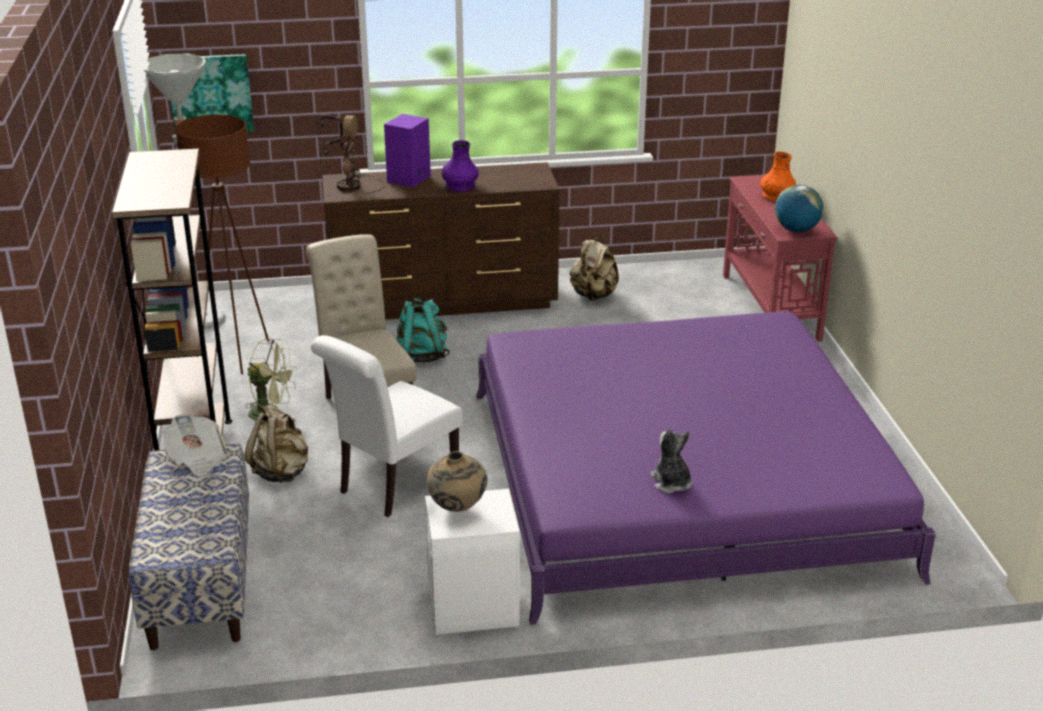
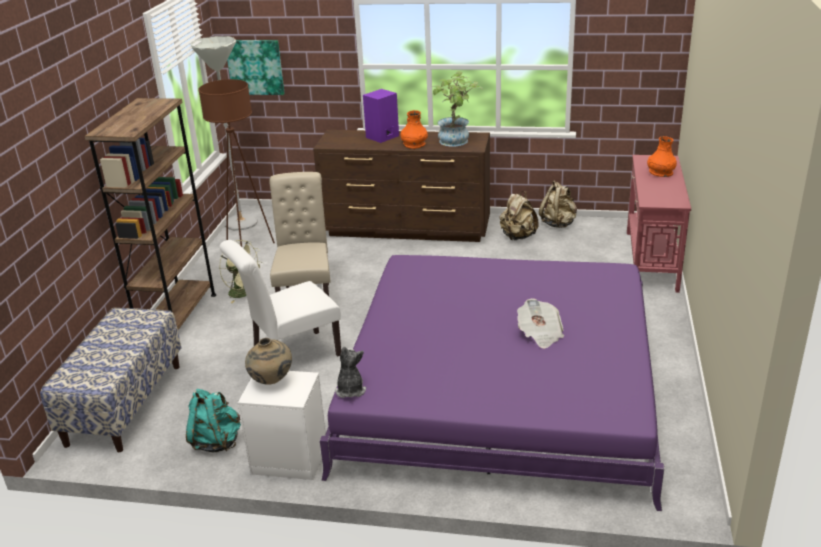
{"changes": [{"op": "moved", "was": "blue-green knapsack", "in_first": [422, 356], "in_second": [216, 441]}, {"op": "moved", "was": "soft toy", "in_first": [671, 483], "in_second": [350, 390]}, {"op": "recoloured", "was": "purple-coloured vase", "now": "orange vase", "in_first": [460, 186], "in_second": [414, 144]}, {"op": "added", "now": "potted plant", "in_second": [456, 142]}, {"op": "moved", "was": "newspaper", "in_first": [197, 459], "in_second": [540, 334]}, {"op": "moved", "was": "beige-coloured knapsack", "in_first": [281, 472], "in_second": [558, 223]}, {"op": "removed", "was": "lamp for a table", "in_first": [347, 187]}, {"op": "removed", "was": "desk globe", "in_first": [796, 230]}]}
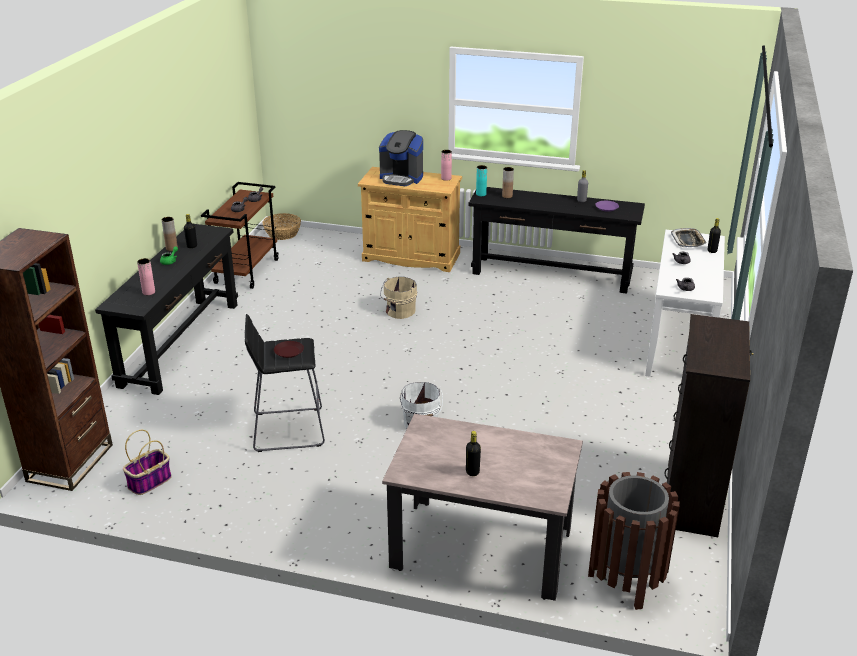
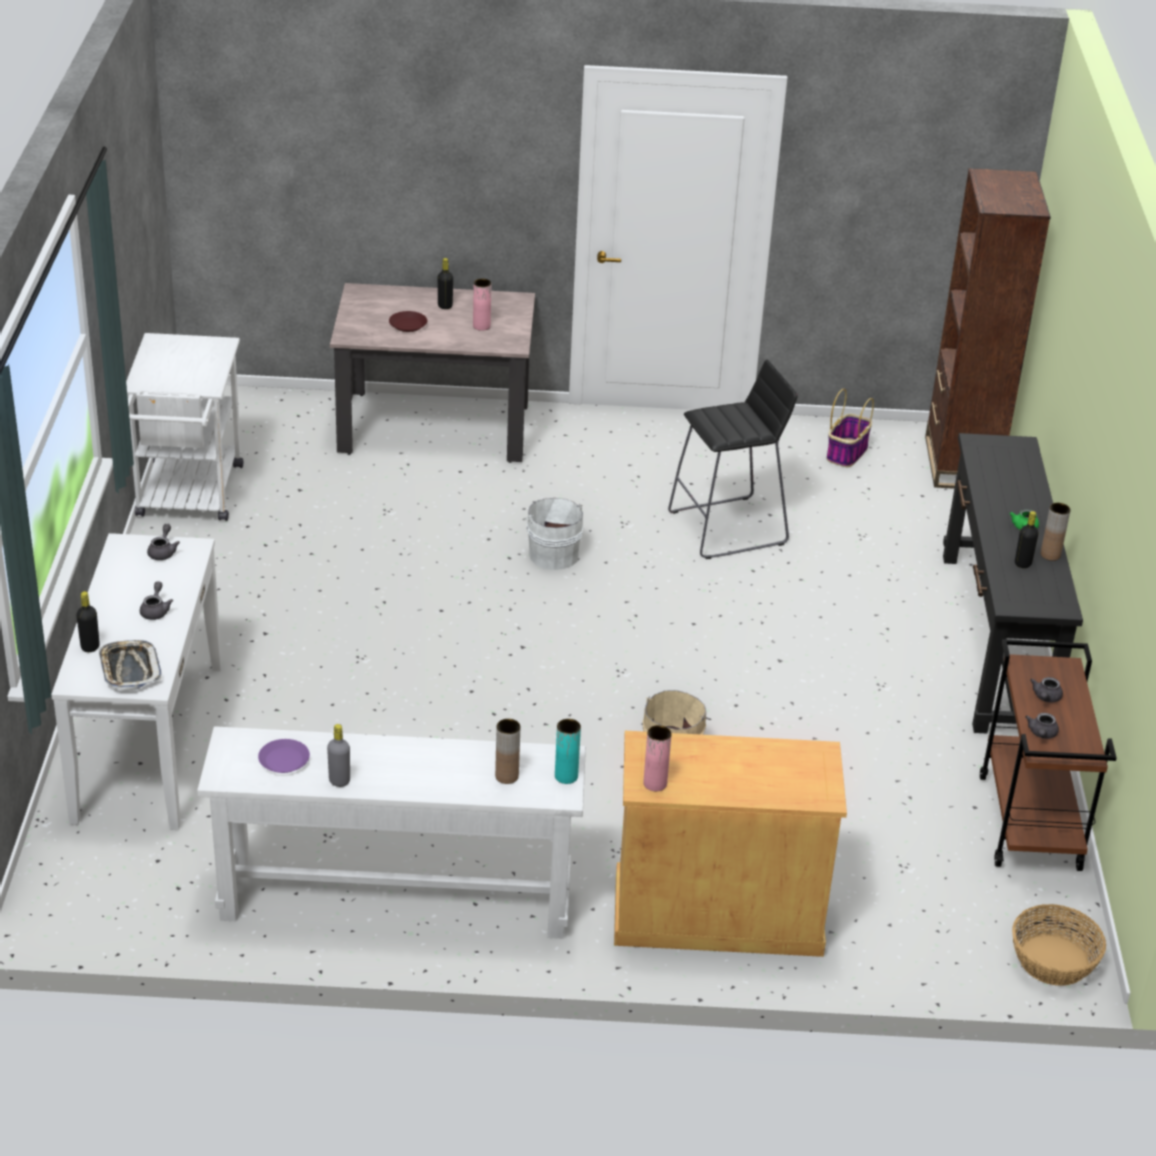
{"changes": [{"op": "replaced", "was": "blackish chest of drawers", "now": "white cart", "in_first": [690, 499], "in_second": [188, 497]}, {"op": "recoloured", "was": "blackish hall table", "now": "white hall table", "in_first": [551, 274], "in_second": [396, 898]}, {"op": "moved", "was": "brown flat dish", "in_first": [289, 352], "in_second": [407, 324]}, {"op": "moved", "was": "pink vase", "in_first": [148, 292], "in_second": [481, 326]}, {"op": "removed", "was": "coffee brewer", "in_first": [401, 178]}, {"op": "removed", "was": "brown rubbish bin", "in_first": [626, 580]}]}
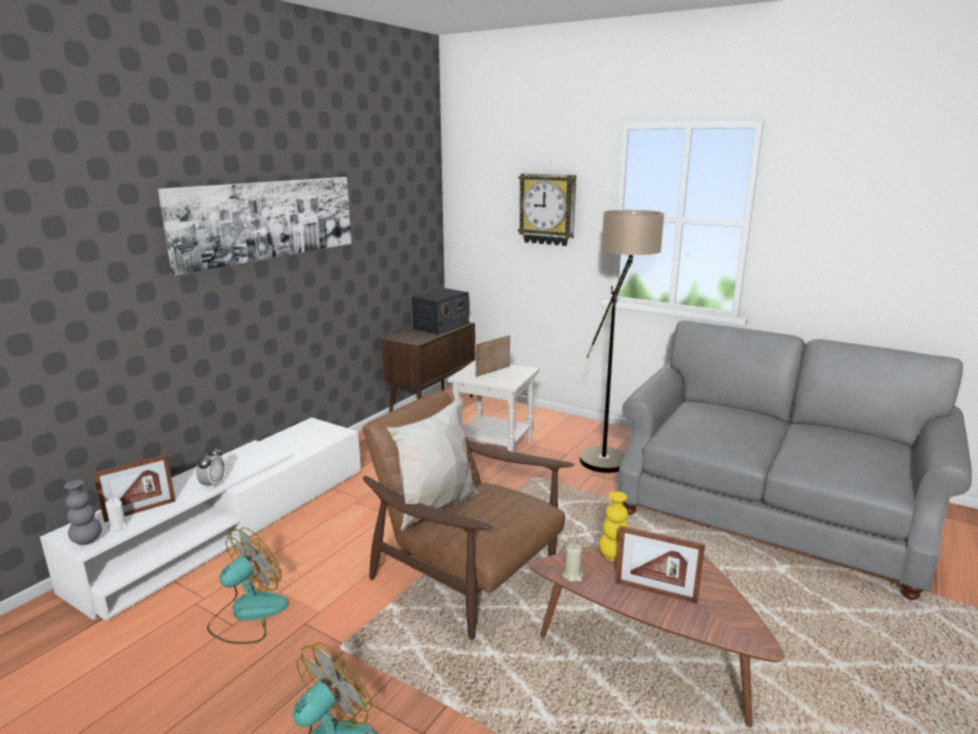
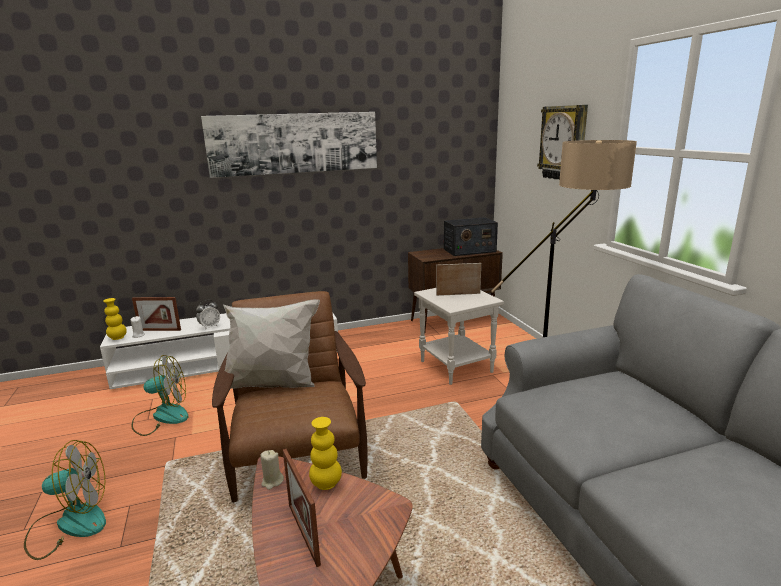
{"changes": [{"op": "recoloured", "was": "greyish vase", "now": "yellowish vase", "in_first": [87, 541], "in_second": [118, 338]}]}
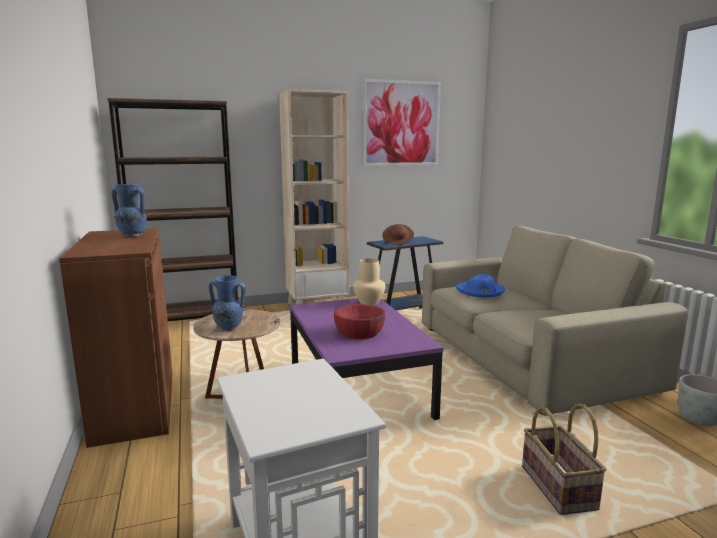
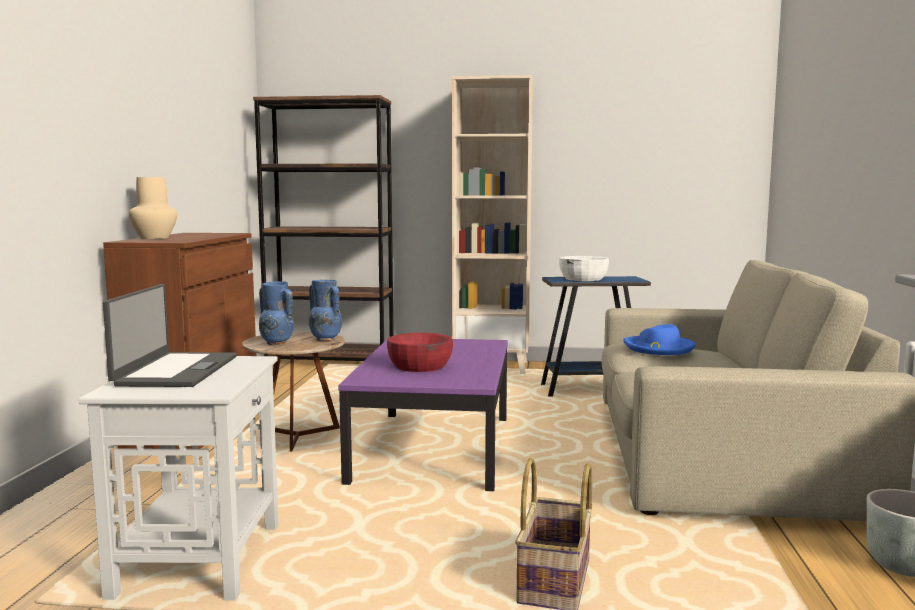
{"changes": [{"op": "added", "now": "notebook computer", "in_second": [175, 371]}, {"op": "moved", "was": "beige-coloured vase", "in_first": [369, 302], "in_second": [155, 238]}, {"op": "moved", "was": "blue-coloured vase", "in_first": [132, 235], "in_second": [325, 339]}, {"op": "replaced", "was": "brown wearable hat", "now": "white bowl", "in_first": [398, 242], "in_second": [583, 279]}, {"op": "removed", "was": "picture", "in_first": [401, 124]}]}
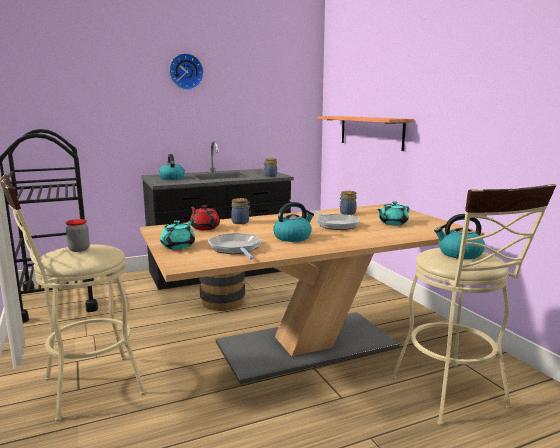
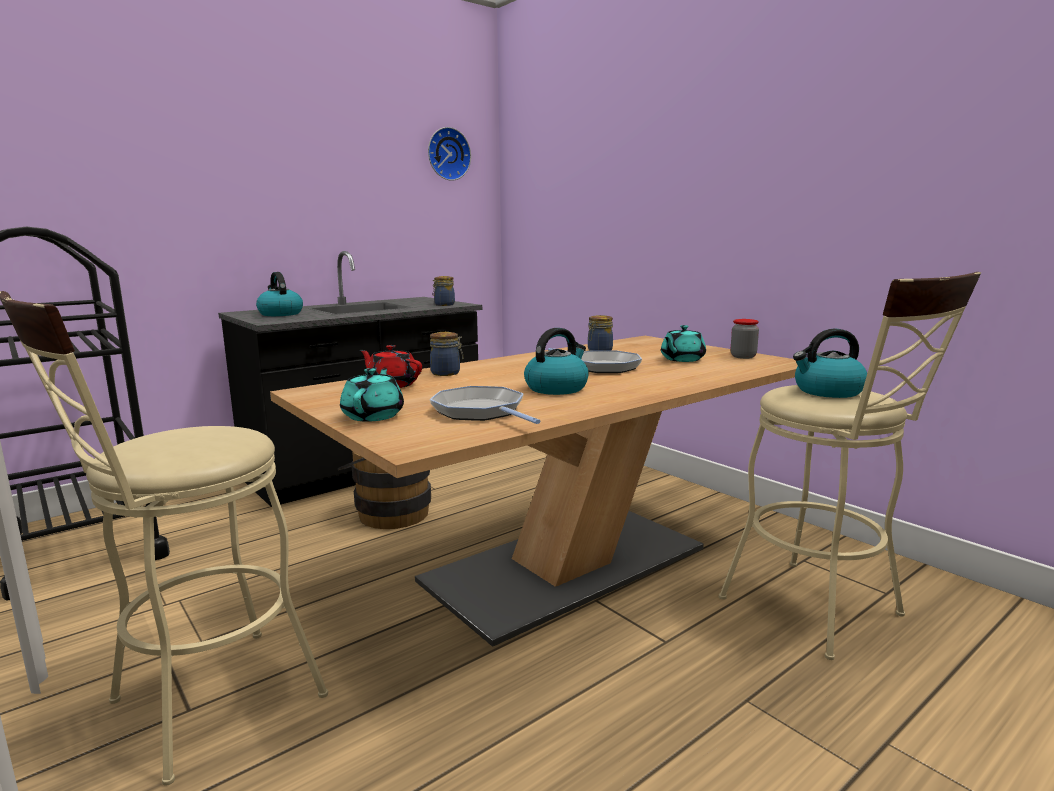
{"changes": [{"op": "moved", "was": "wall clock", "in_first": [186, 71], "in_second": [447, 154]}, {"op": "moved", "was": "storage jar", "in_first": [79, 249], "in_second": [743, 356]}, {"op": "removed", "was": "shelf", "in_first": [370, 132]}]}
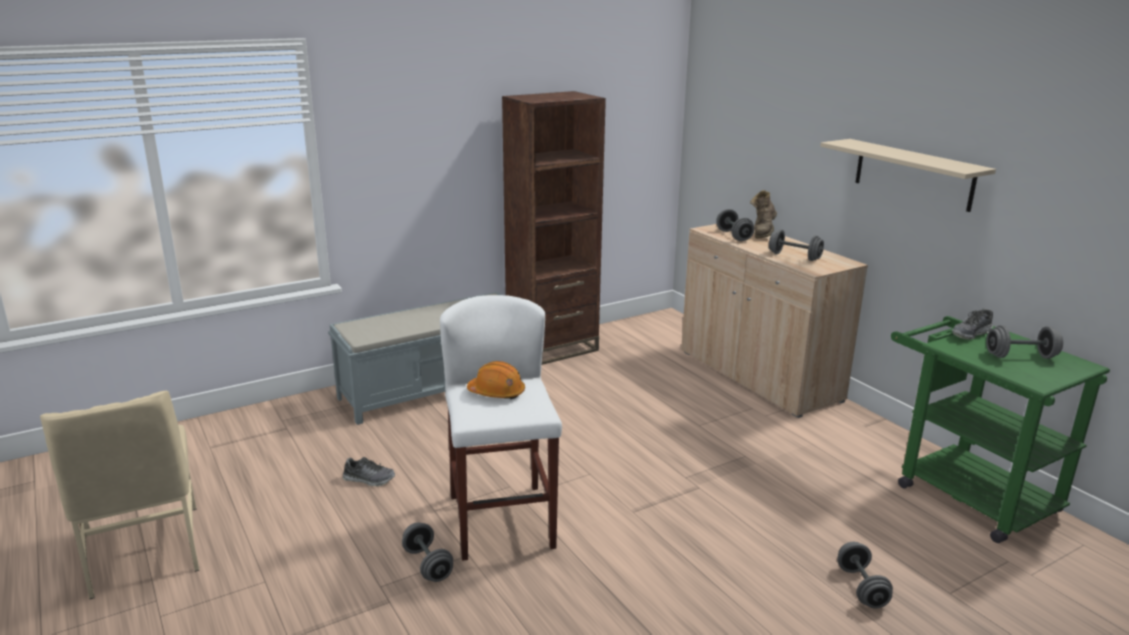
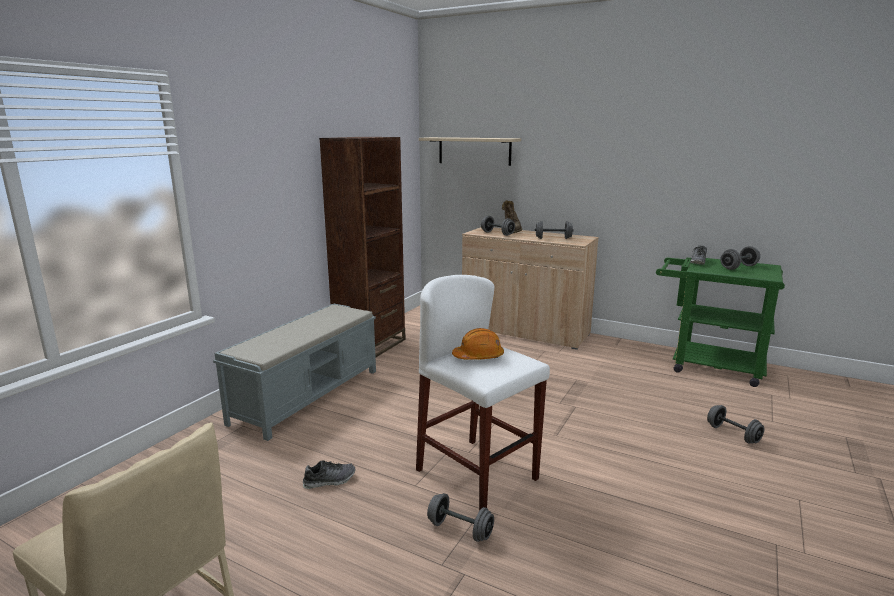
{"changes": [{"op": "moved", "was": "beige-coloured shelf", "in_first": [913, 174], "in_second": [474, 151]}]}
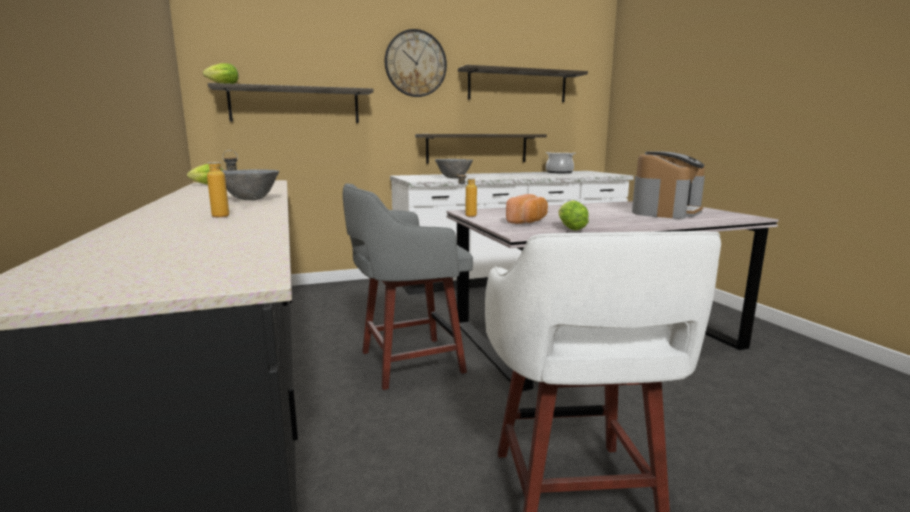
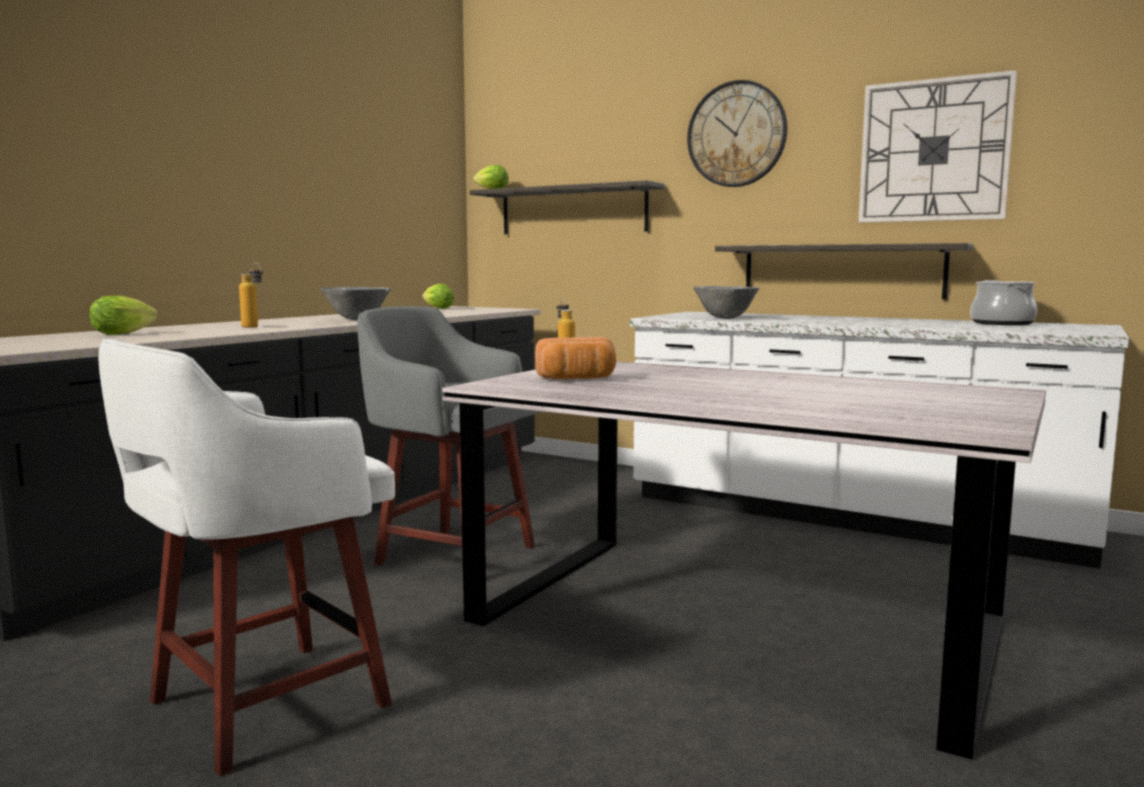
{"changes": [{"op": "moved", "was": "lettuce", "in_first": [569, 228], "in_second": [126, 334]}, {"op": "replaced", "was": "shelf", "now": "wall clock", "in_first": [518, 86], "in_second": [934, 151]}, {"op": "removed", "was": "coffee brewer", "in_first": [665, 211]}]}
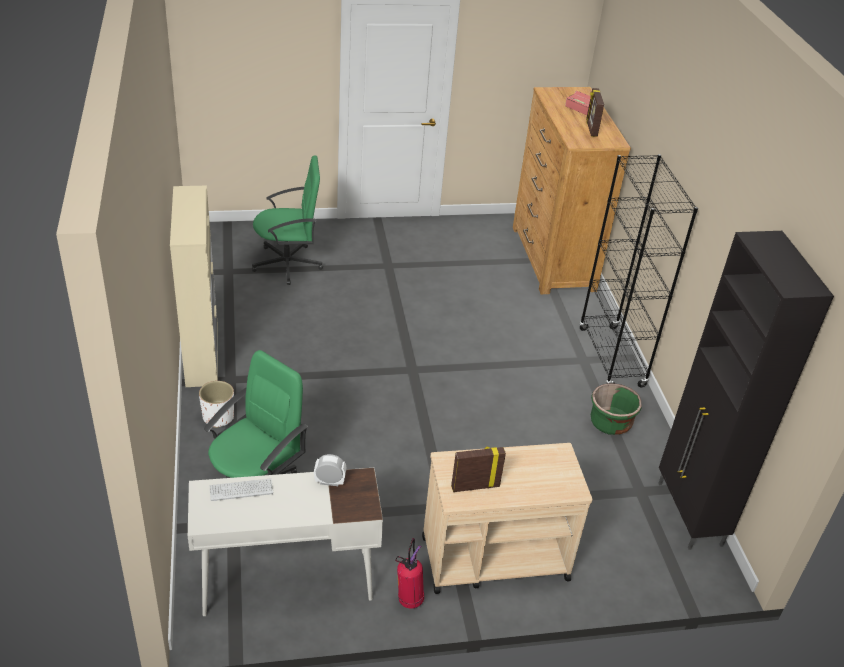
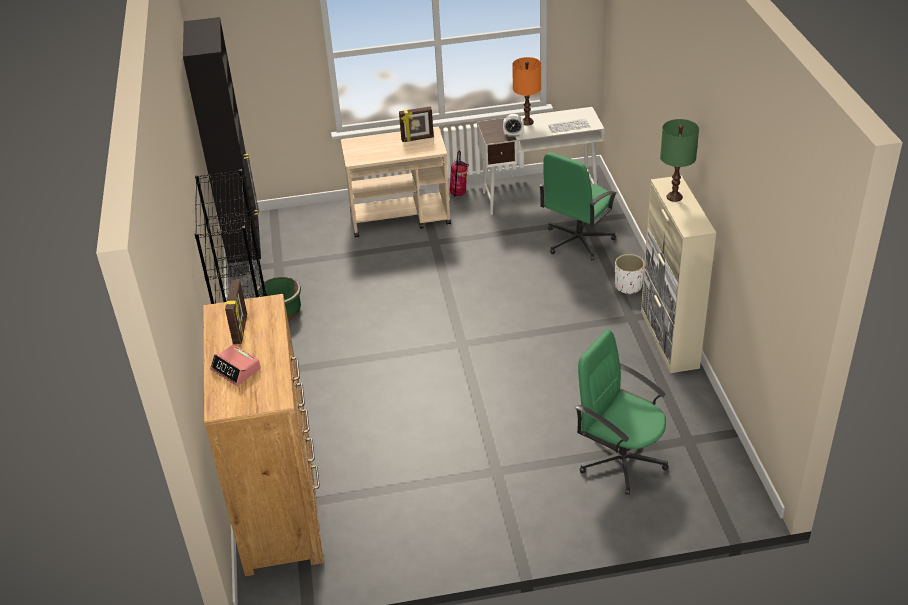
{"changes": [{"op": "added", "now": "orange lamp for a table", "in_second": [527, 122]}, {"op": "turned", "was": "greenish desk chair", "in_first": [288, 264], "in_second": [620, 459], "clockwise": 45}, {"op": "added", "now": "greenish lamp for a table", "in_second": [674, 197]}]}
